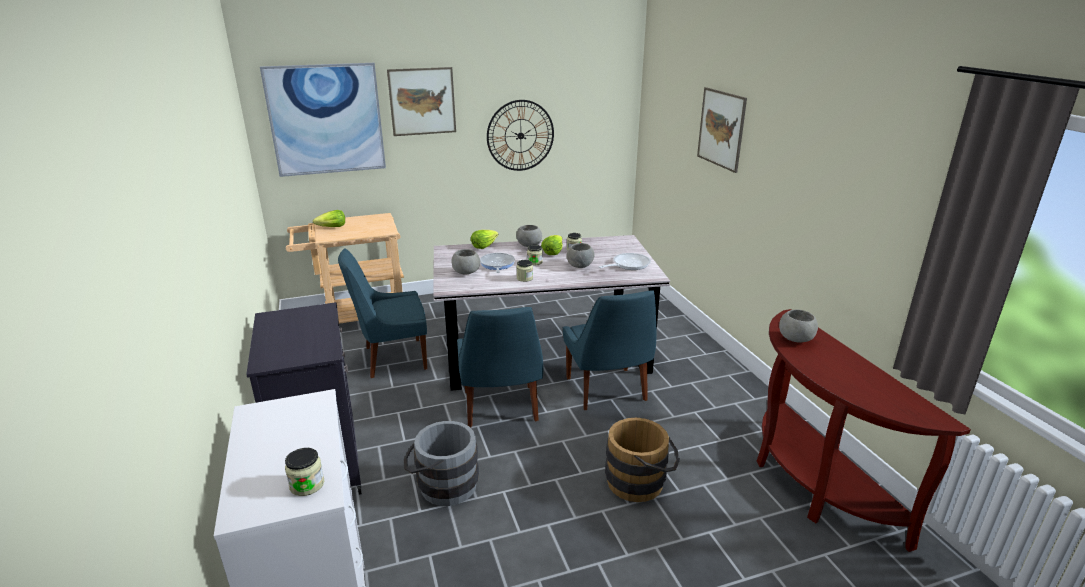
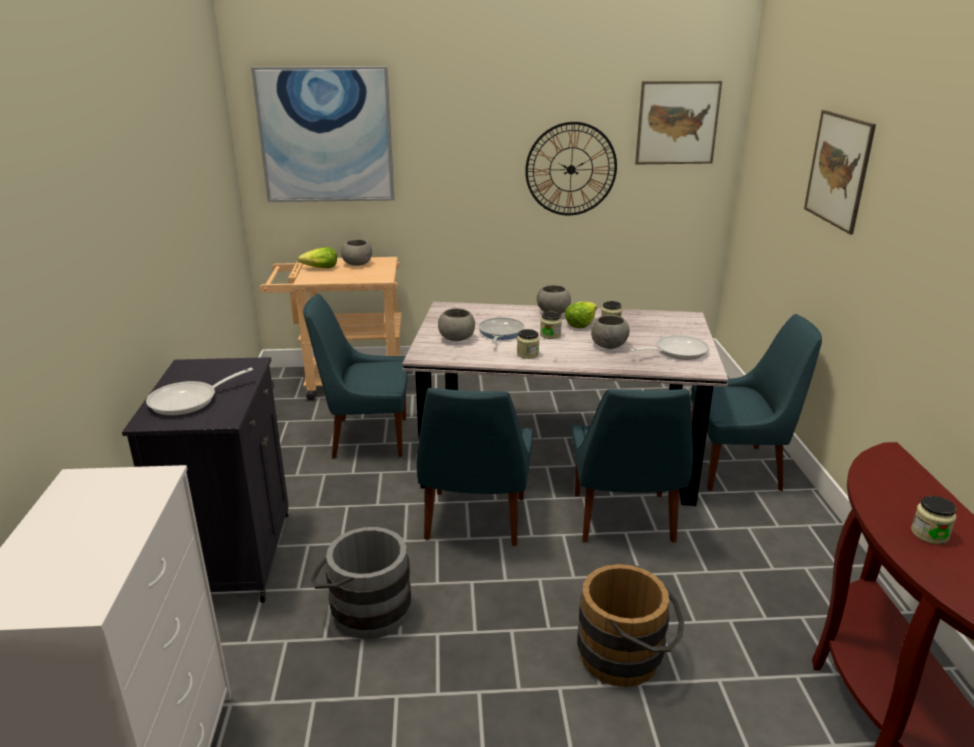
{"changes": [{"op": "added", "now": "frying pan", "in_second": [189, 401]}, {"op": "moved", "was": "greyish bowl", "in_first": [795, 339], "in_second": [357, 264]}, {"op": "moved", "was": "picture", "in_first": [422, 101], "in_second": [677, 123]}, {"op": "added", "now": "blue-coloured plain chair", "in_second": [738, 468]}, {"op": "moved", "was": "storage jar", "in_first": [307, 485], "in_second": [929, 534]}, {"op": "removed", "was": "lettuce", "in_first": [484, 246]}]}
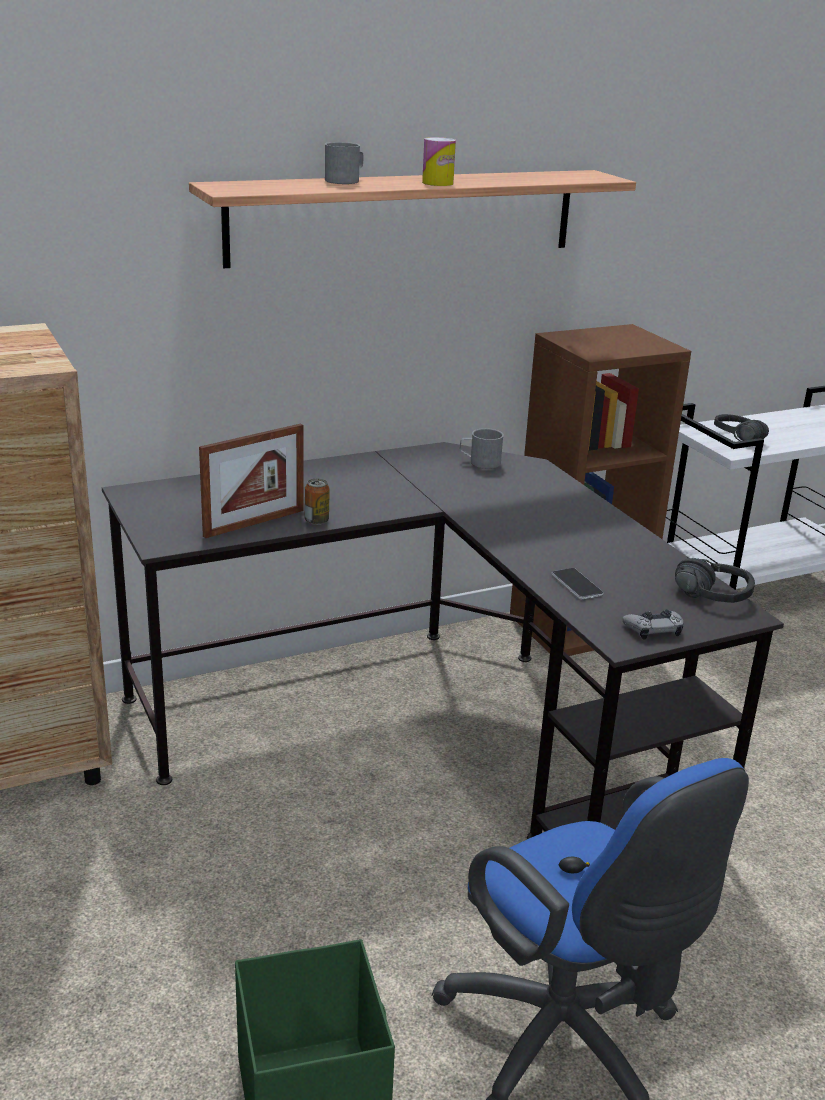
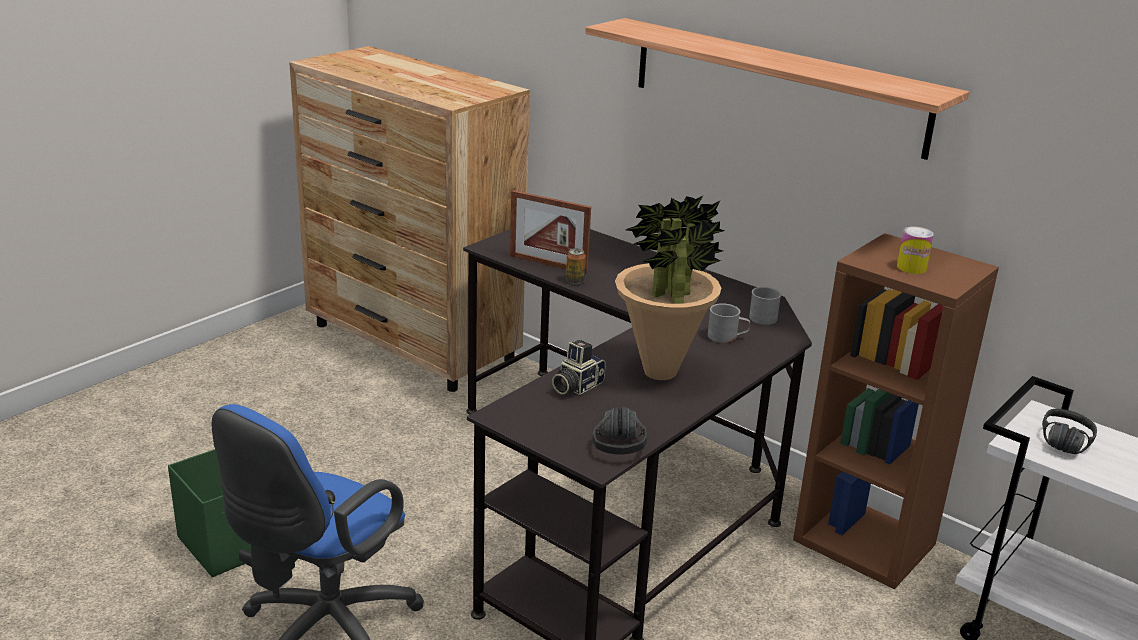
{"changes": [{"op": "replaced", "was": "handset", "now": "still camera", "in_first": [576, 585], "in_second": [576, 386]}, {"op": "added", "now": "potted plant", "in_second": [660, 372]}, {"op": "moved", "was": "greyish coffee mug", "in_first": [345, 180], "in_second": [727, 337]}, {"op": "moved", "was": "metal can", "in_first": [437, 183], "in_second": [911, 268]}, {"op": "removed", "was": "greyish joypad", "in_first": [653, 629]}]}
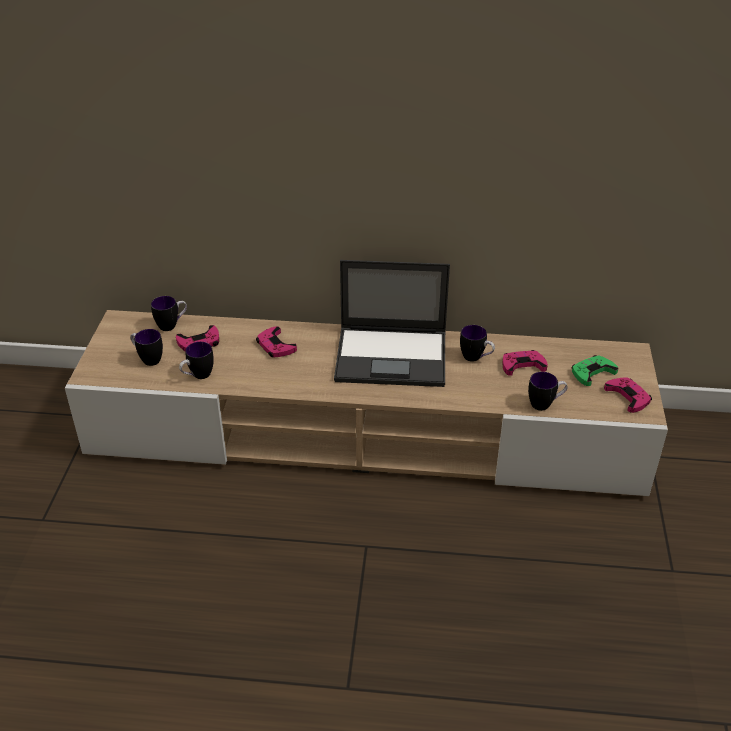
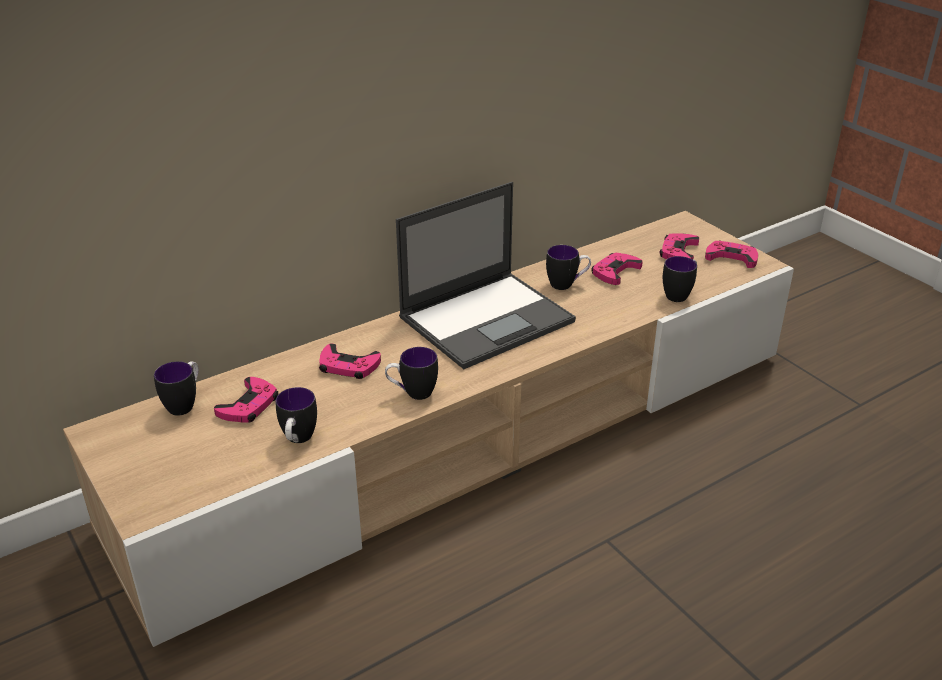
{"changes": [{"op": "moved", "was": "coffee mug", "in_first": [148, 359], "in_second": [412, 393]}, {"op": "recoloured", "was": "greenish joypad", "now": "pink joypad", "in_first": [592, 373], "in_second": [678, 252]}]}
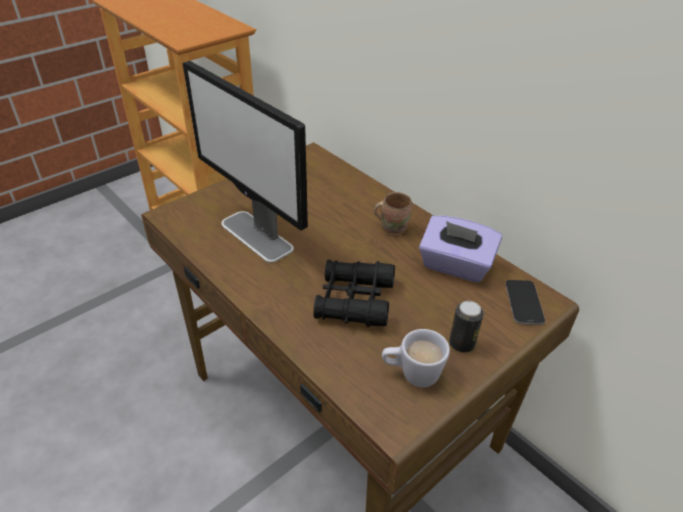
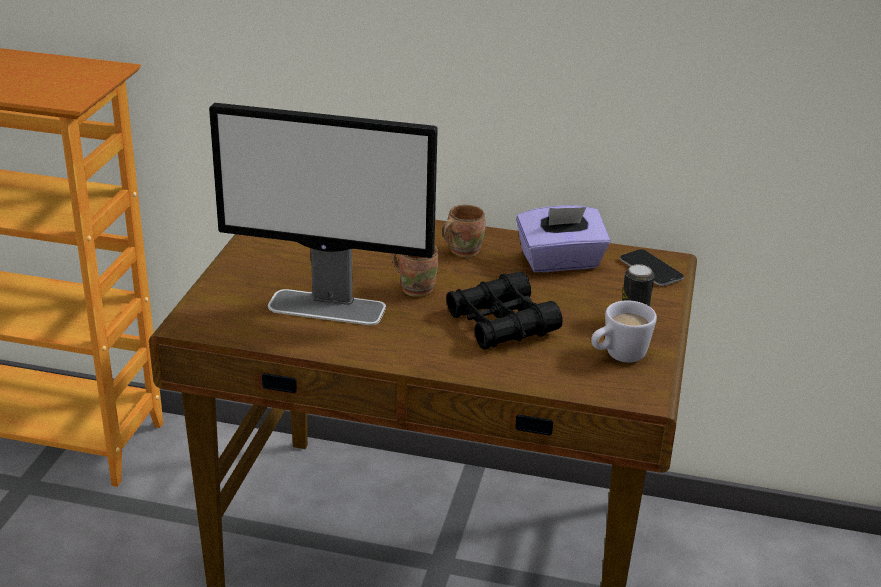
{"changes": [{"op": "added", "now": "brown coffee mug", "in_second": [416, 288]}]}
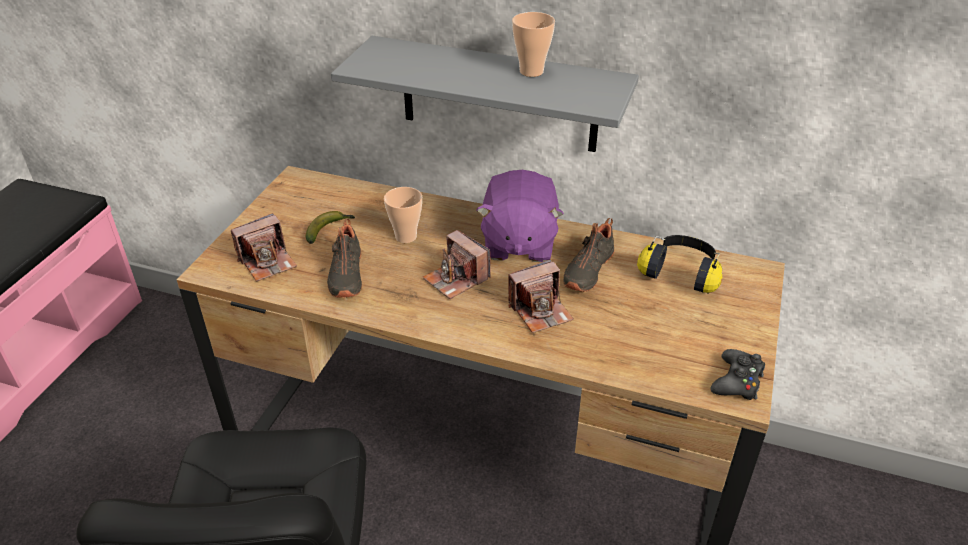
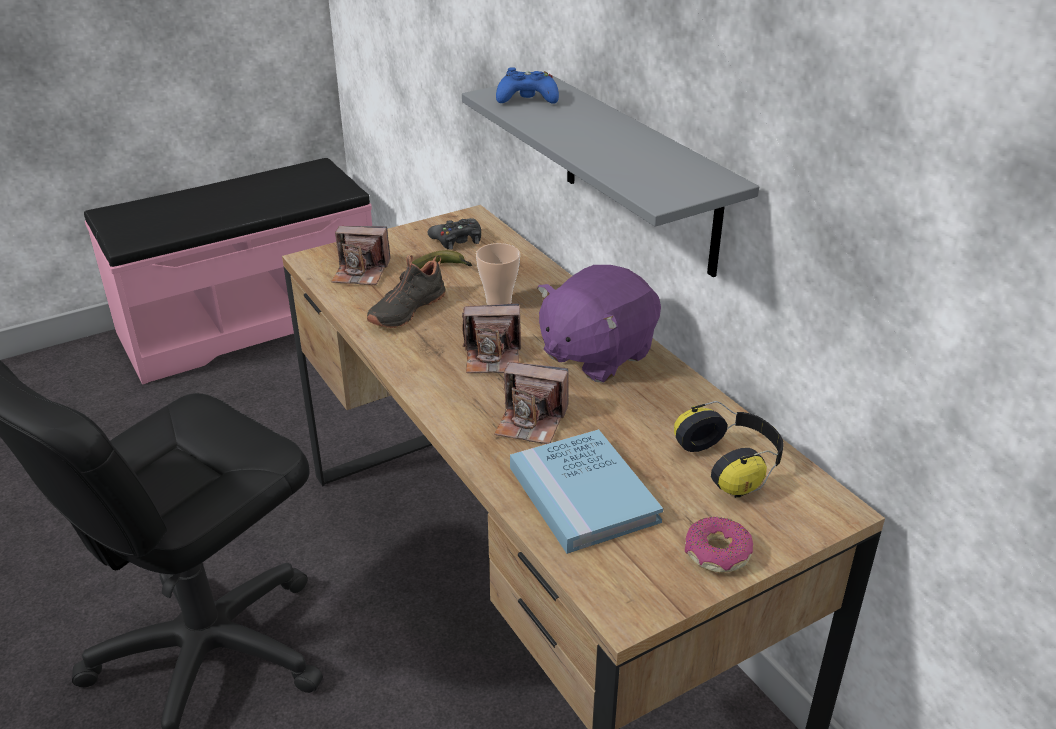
{"changes": [{"op": "moved", "was": "blackish joypad", "in_first": [737, 381], "in_second": [457, 240]}, {"op": "turned", "was": "still camera", "in_first": [456, 279], "in_second": [493, 357], "clockwise": -90}, {"op": "added", "now": "blue-coloured joypad", "in_second": [527, 98]}, {"op": "added", "now": "blue-coloured bound book", "in_second": [583, 494]}, {"op": "added", "now": "doughnut", "in_second": [716, 553]}, {"op": "removed", "was": "cup", "in_first": [531, 71]}, {"op": "removed", "was": "blackish item of footwear", "in_first": [587, 269]}]}
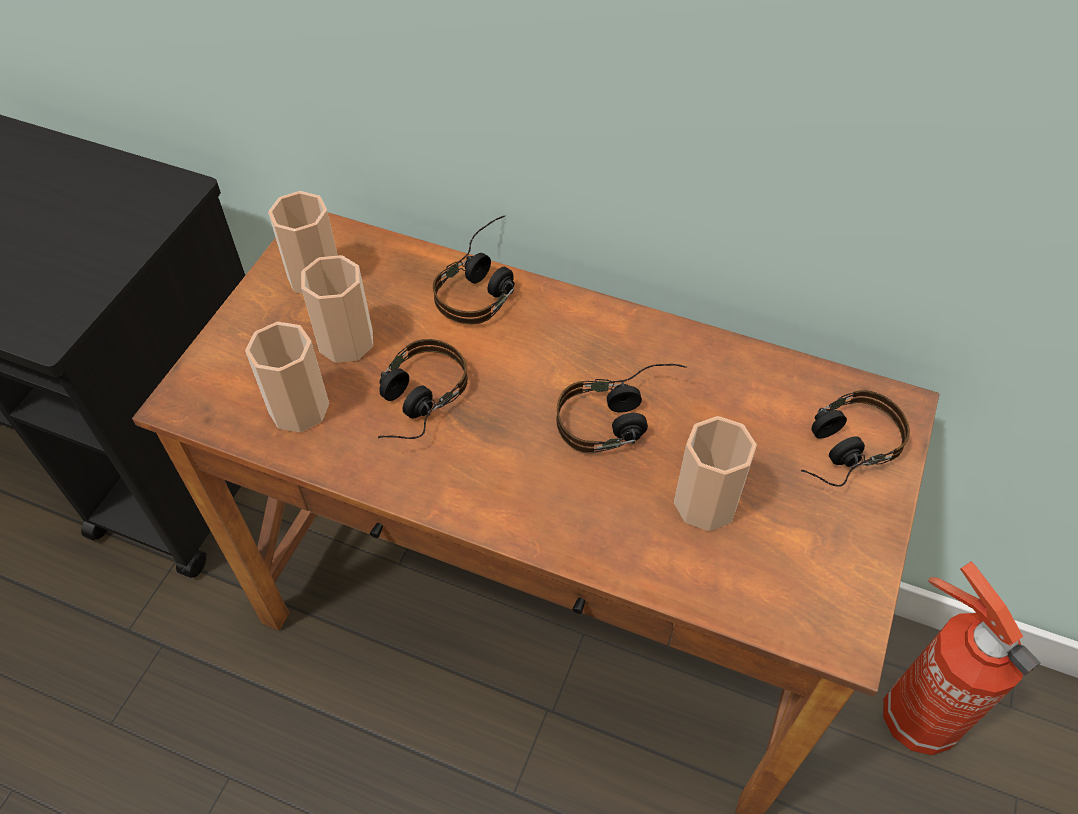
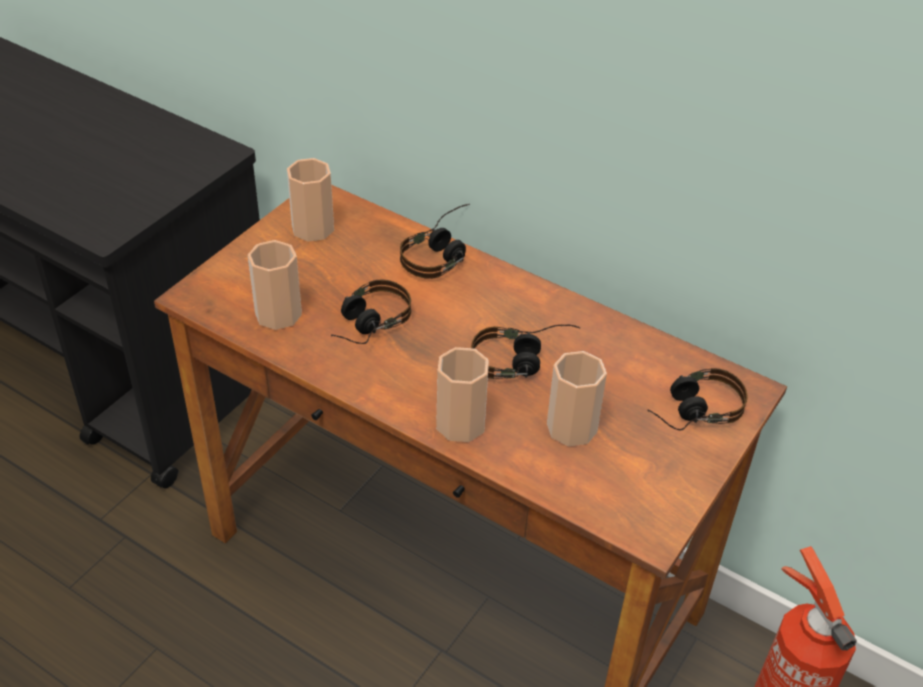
{"changes": [{"op": "moved", "was": "cup", "in_first": [346, 341], "in_second": [460, 424]}]}
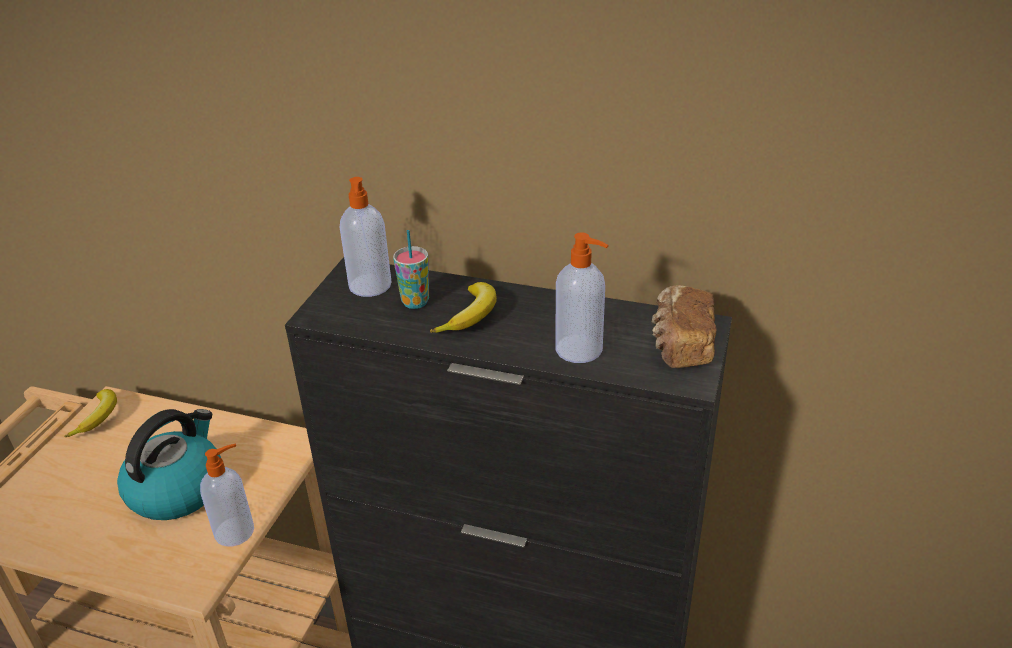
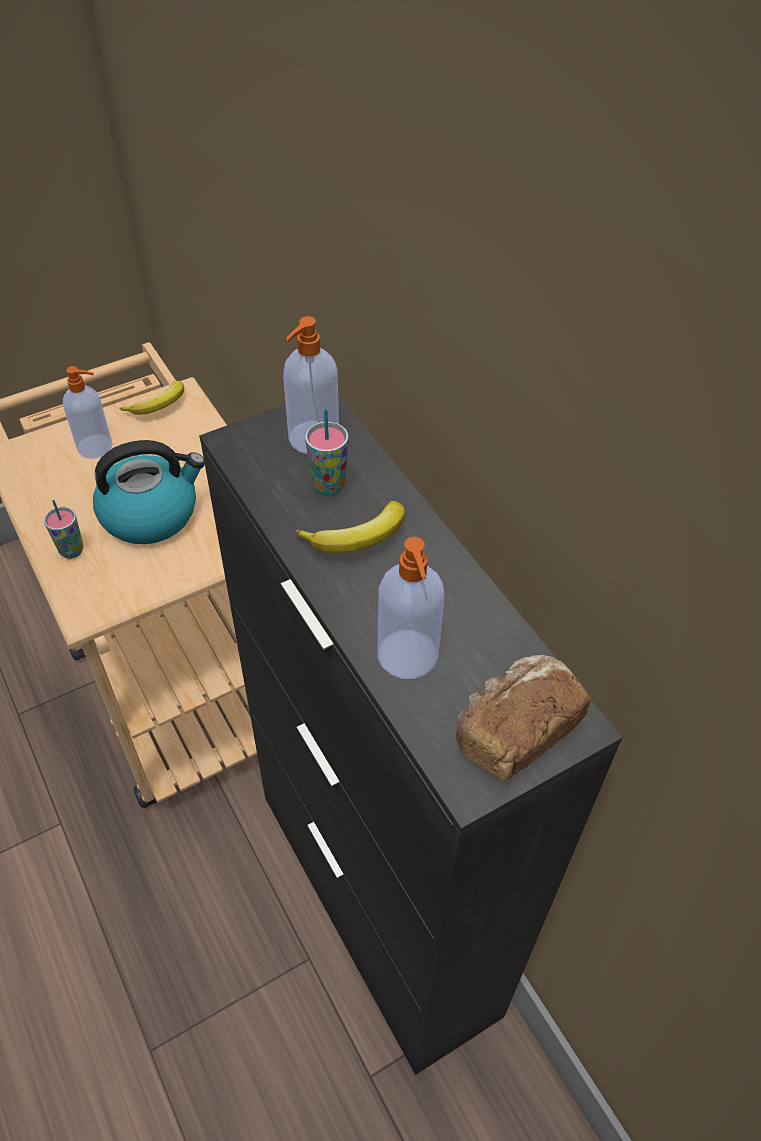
{"changes": [{"op": "added", "now": "cup", "in_second": [71, 551]}, {"op": "moved", "was": "soap dispenser", "in_first": [236, 531], "in_second": [96, 447]}]}
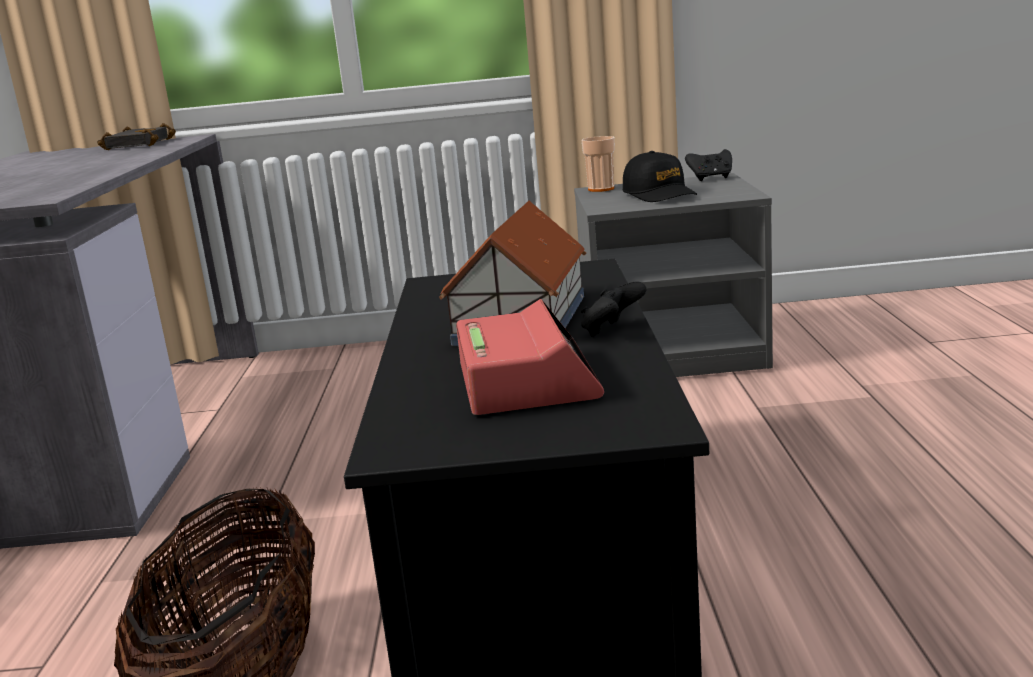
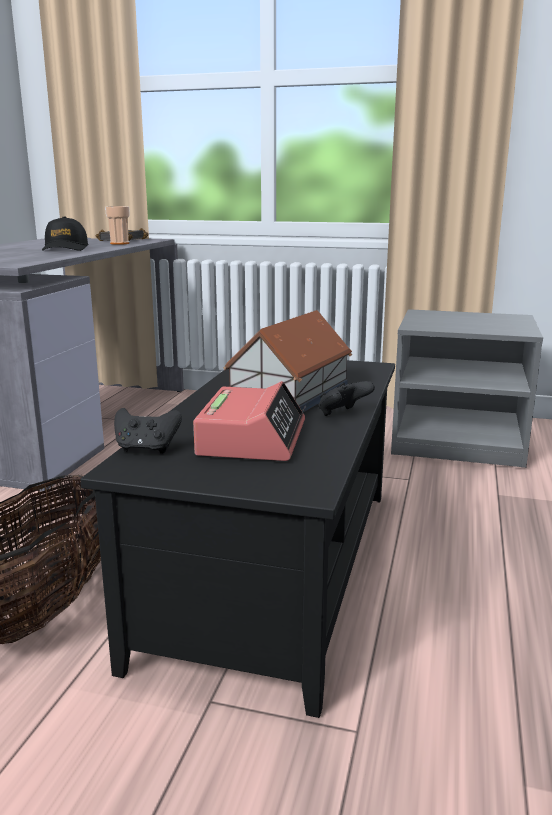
{"changes": [{"op": "moved", "was": "blackish peaked cap", "in_first": [659, 194], "in_second": [65, 249]}, {"op": "moved", "was": "cup", "in_first": [601, 189], "in_second": [119, 243]}, {"op": "moved", "was": "blackish joypad", "in_first": [711, 178], "in_second": [147, 449]}]}
